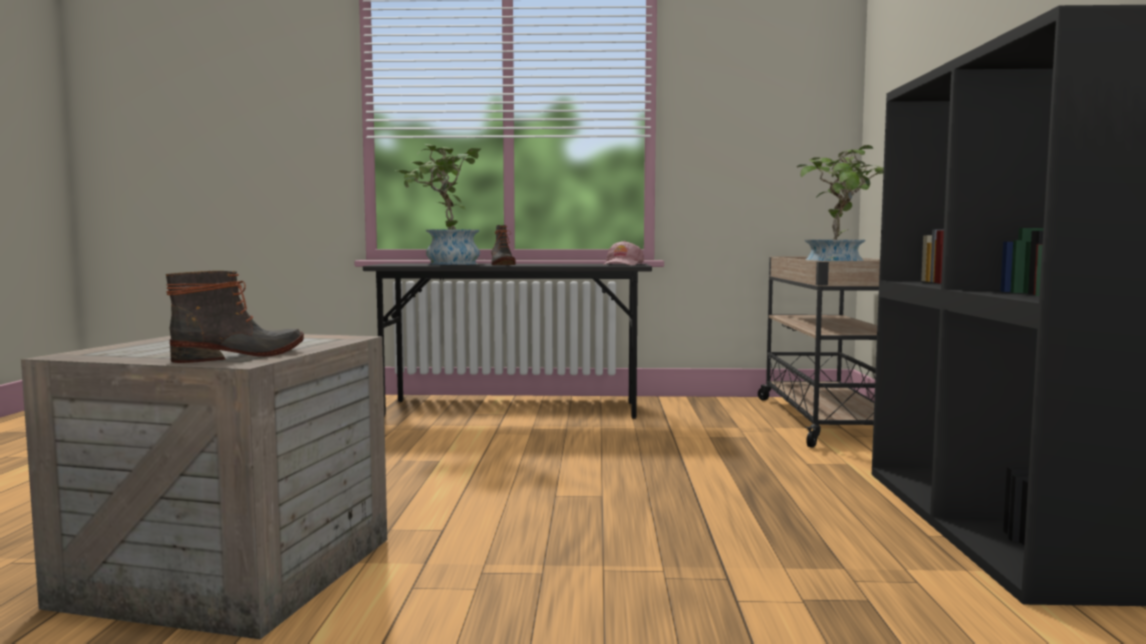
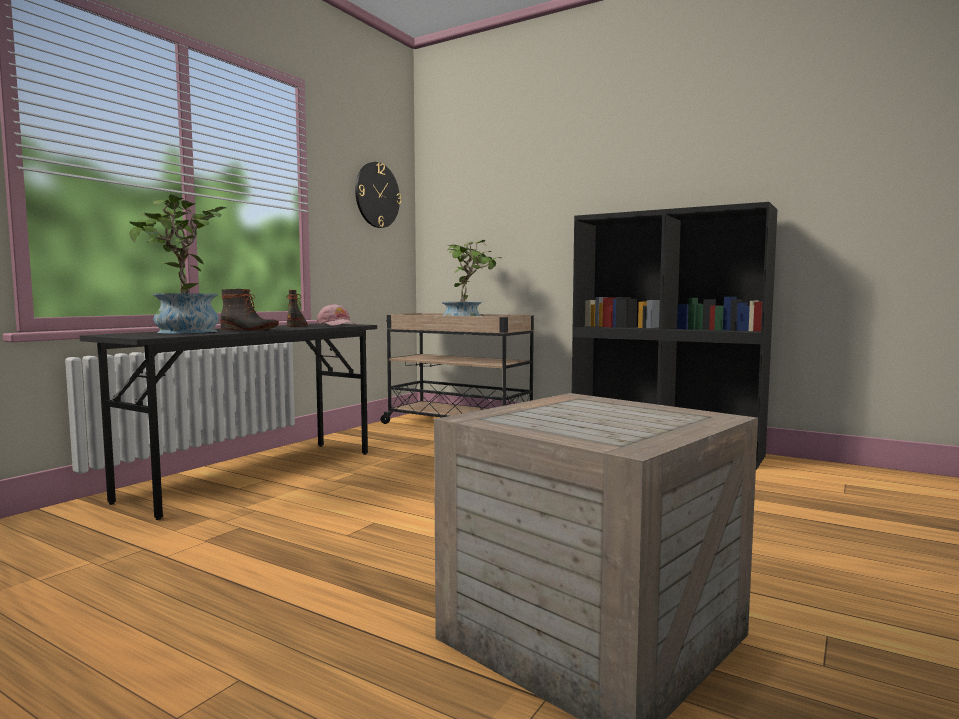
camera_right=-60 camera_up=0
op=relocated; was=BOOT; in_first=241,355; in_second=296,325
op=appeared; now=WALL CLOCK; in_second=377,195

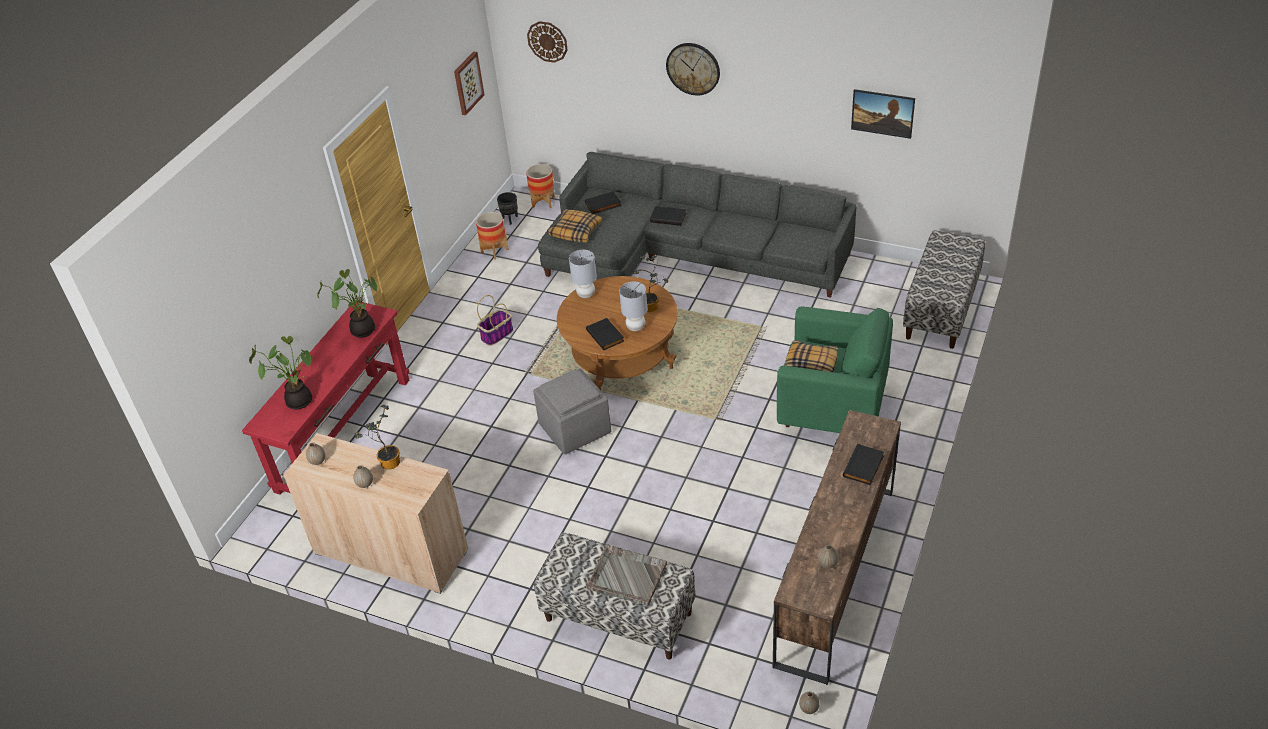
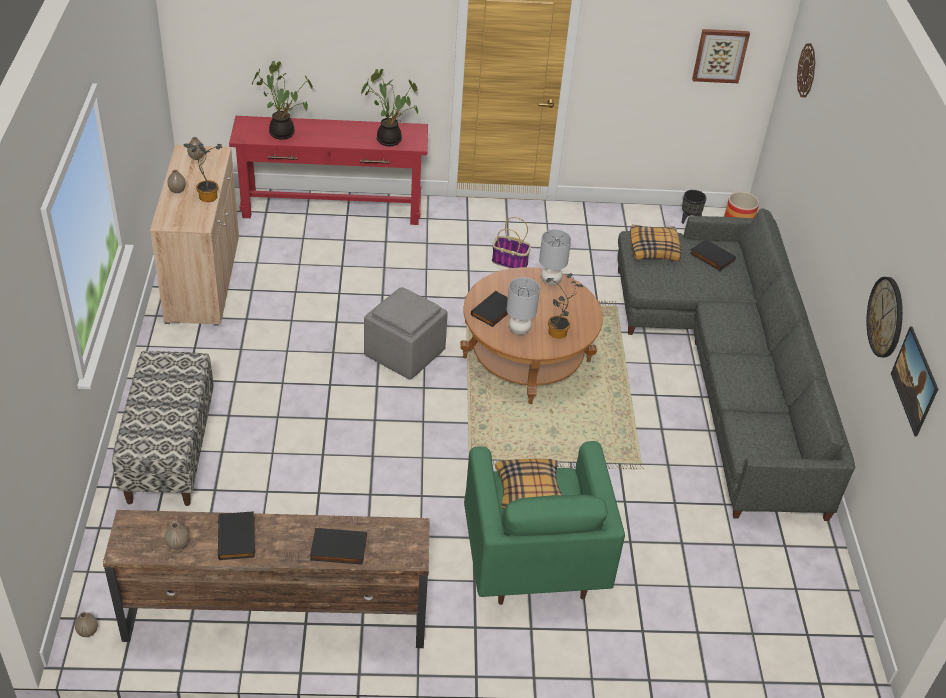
camera_right=60 camera_up=0
op=missing; was=PLANTER; in_first=495,251
op=missing; was=GREY TRAY; in_first=626,576
op=relocated; was=BLACK BOOK; in_first=668,217; in_second=238,538
op=relocated; was=WALL CLOCK; in_first=693,68; in_second=886,317
op=missing; was=BENCH; in_first=941,310

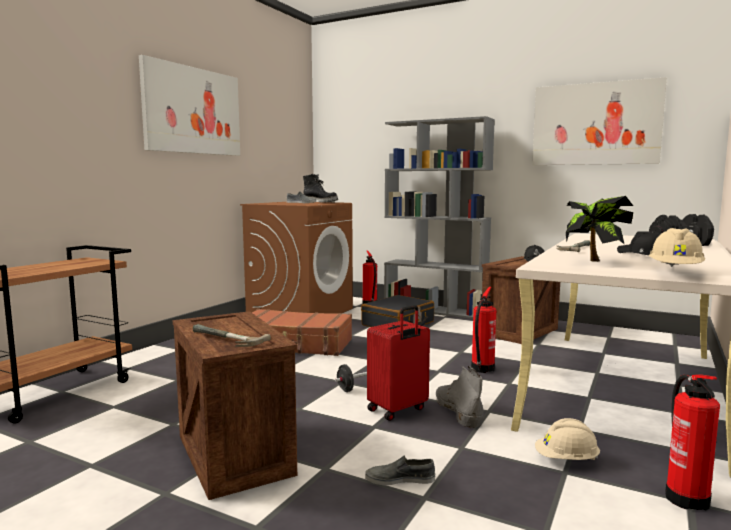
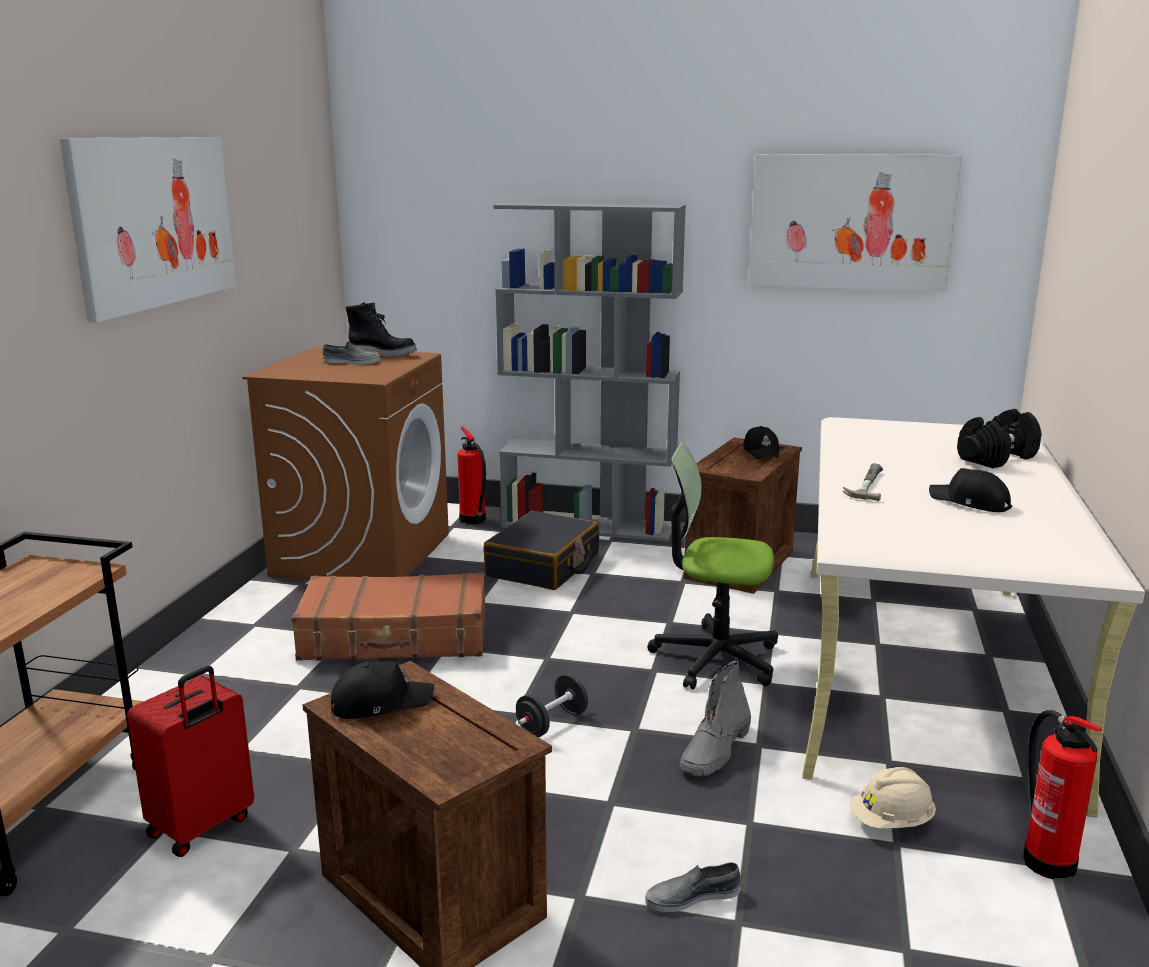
camera_right=-15 camera_up=10
op=missing; was=HAMMER; in_first=223,339
op=relocated; was=RED SUITCASE; in_first=398,410; in_second=202,827
op=spun; was=GREY BOOT; in_first=457,410; in_second=715,751; clockwise=-120
op=exchanged; was=FIRE EXTINGUISHER; now=OFFICE CHAIR; in_first=481,369; in_second=715,658
op=missing; was=POTTED PLANT; in_first=592,262
op=missing; was=BEIGE HARD HAT; in_first=675,271
op=appeared; now=BLACK CAP; in_second=380,702

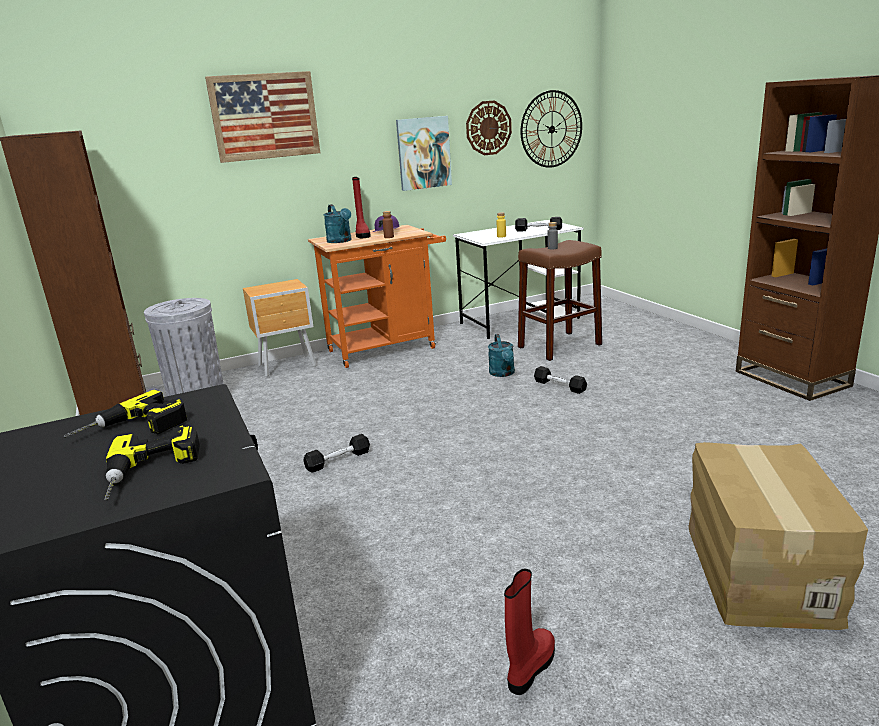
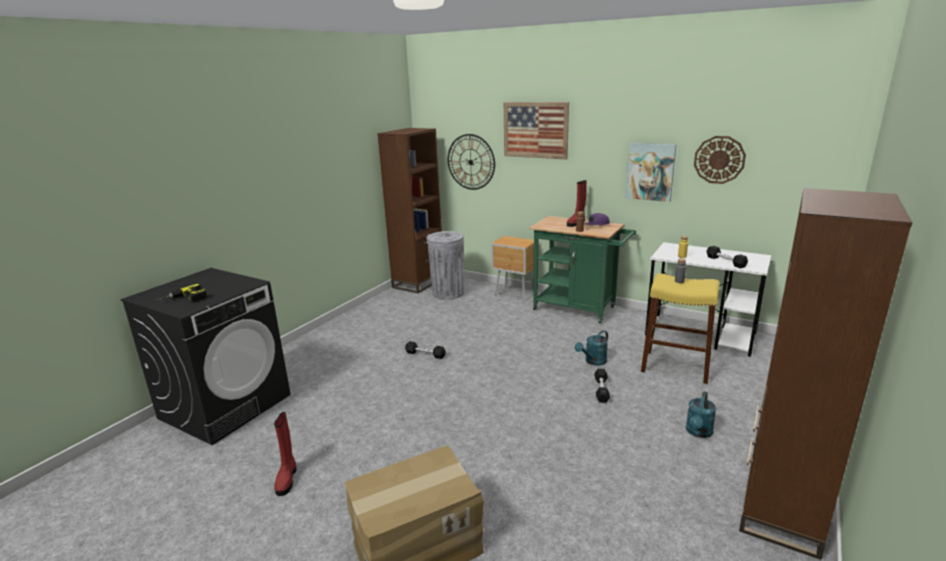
camera_right=55 camera_up=0
op=missing; was=POWER DRILL; in_first=132,429
op=colour; was=ORANGE CART; now=GREEN CART; in_first=388,348; in_second=579,309
op=relocated; was=TURQUOISE WATERING CAN; in_first=341,241; in_second=698,432
op=spun; was=RED BOOT; in_first=530,667; in_second=287,479; clockwise=90
op=colour; was=BROWN STOOL; now=YELLOW STOOL; in_first=559,346; in_second=675,366
op=relocated; was=WALL CLOCK; in_first=551,129; in_second=470,162

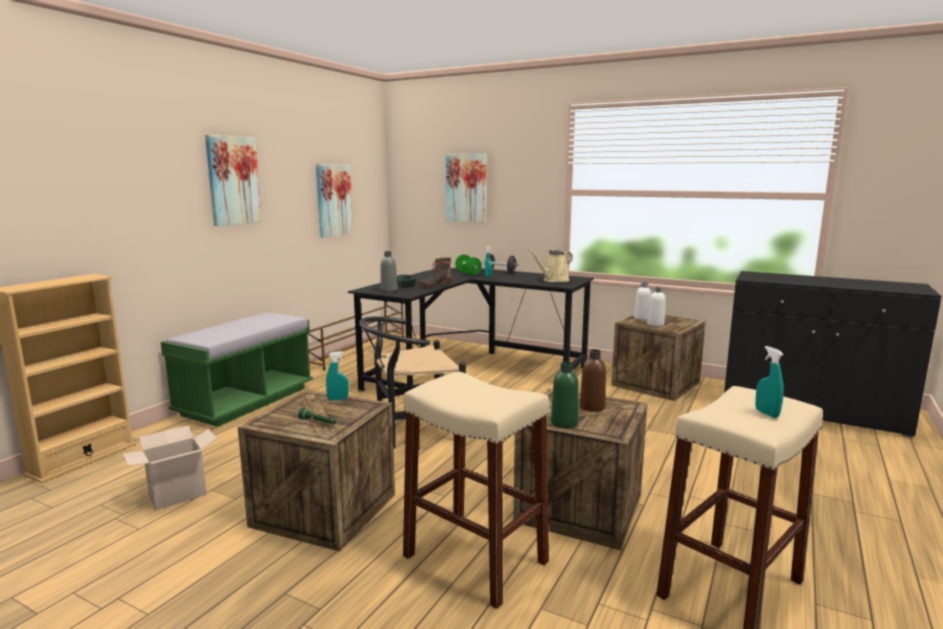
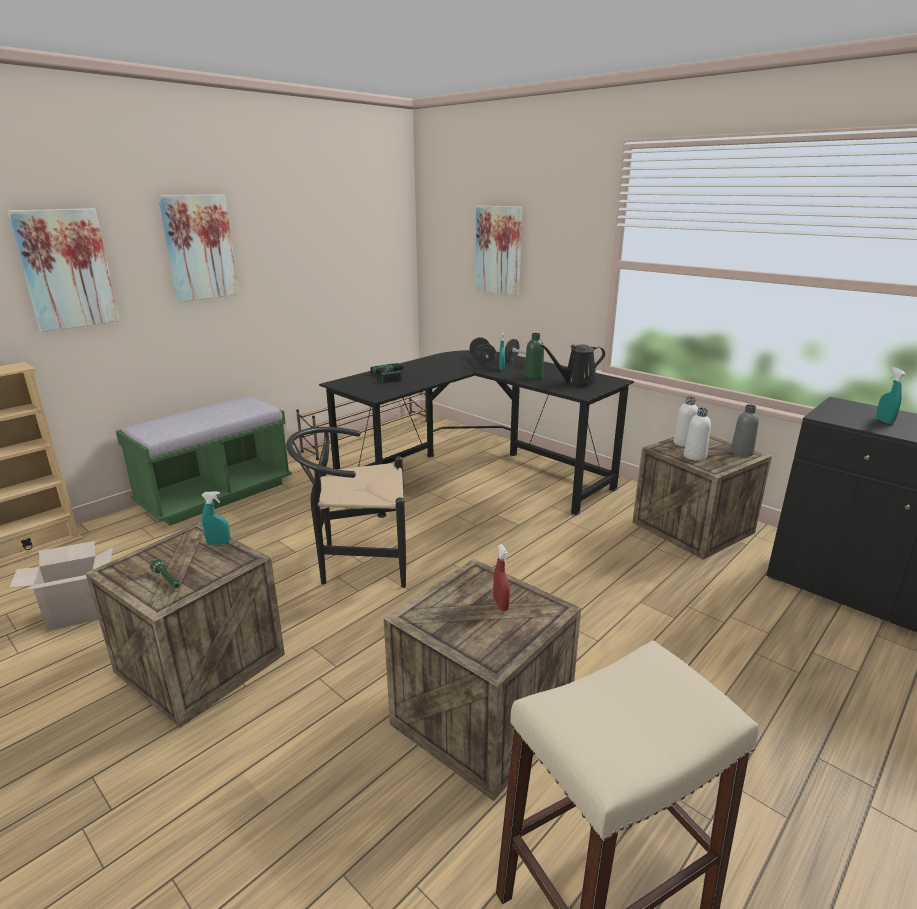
camera_right=15 camera_up=10
op=relocated; was=PICTURE; in_first=333,200; in_second=66,269
op=relocated; was=GREY BOTTLE; in_first=389,290; in_second=741,452
op=missing; was=BEIGE STOOL; in_first=475,559
op=missing; was=BOOT; in_first=434,284
op=colour; was=GREEN DUMBBELL; now=BLACK DUMBBELL; in_first=468,273; in_second=482,361
op=colour; was=BEIGE WATERING CAN; now=BLACK WATERING CAN; in_first=554,280; in_second=576,383
op=relocated; was=GREEN BOTTLE; in_first=564,423; in_second=533,377
op=exchanged; was=BROWN BOTTLE; now=RED SPRAY BOTTLE; in_first=592,407; in_second=500,604
op=relocated; was=TURQUOISE SPRAY BOTTLE; in_first=766,413; in_second=884,421

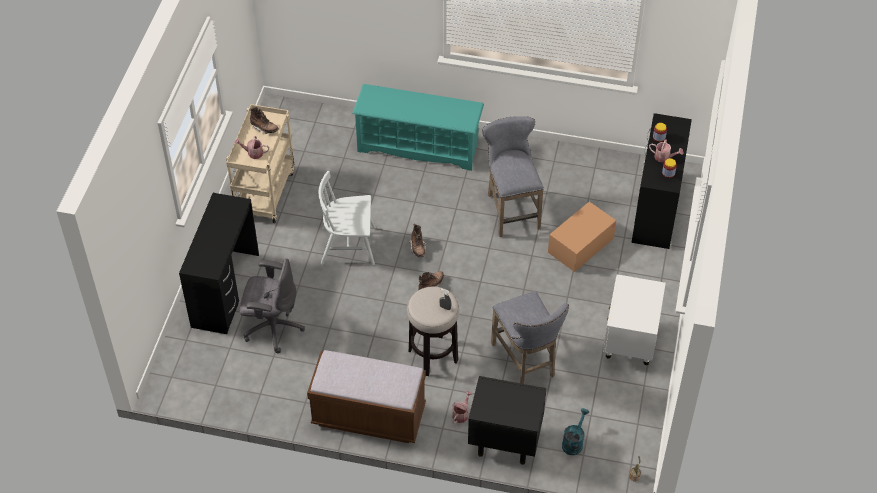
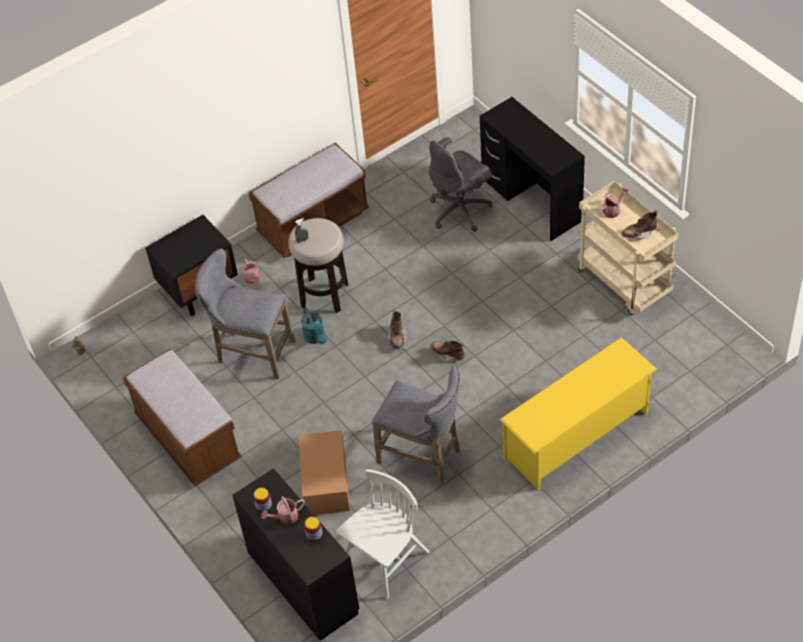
camera_right=135 camera_up=0
op=relocated; was=WHITE CHAIR; in_first=349,245; in_second=384,559
op=colour; was=TURQUOISE SHOE RACK; now=YELLOW SHOE RACK; in_first=419,146; in_second=577,435
op=relocated; was=TURQUOISE WATERING CAN; in_first=573,442; in_second=316,338
op=exchanged; was=WHITE NIGHTSTAND; now=BROWN BENCH; in_first=629,344; in_second=188,439

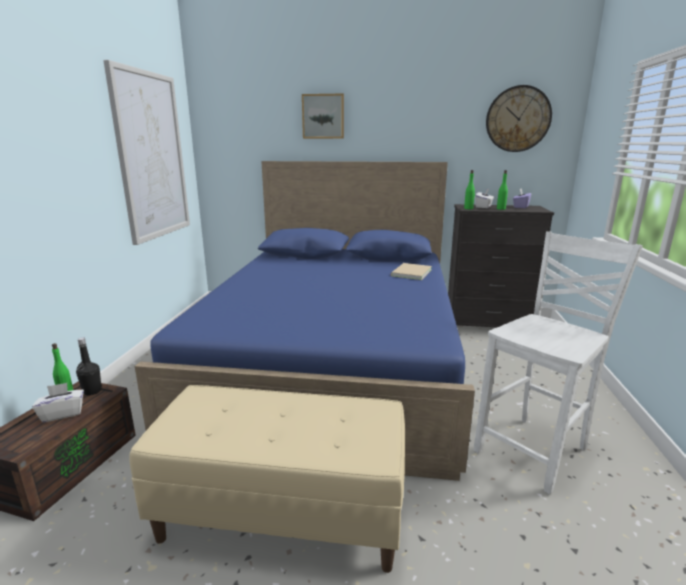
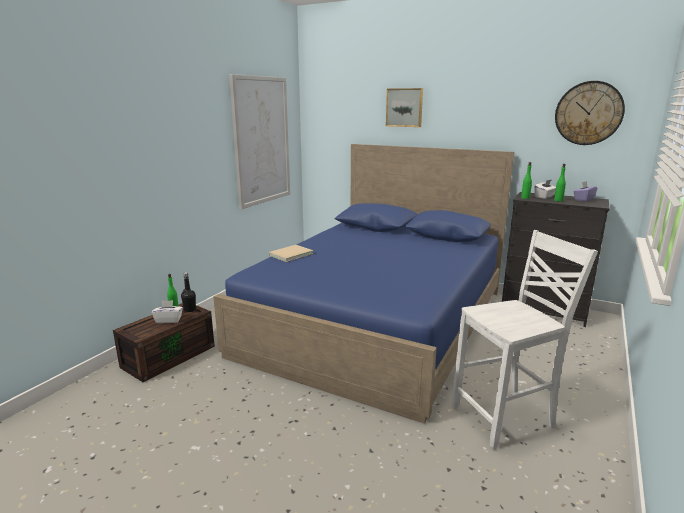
camera_right=20 camera_up=0
op=missing; was=BEIGE BENCH; in_first=284,514
op=relocated; was=BEIGE BOOK; in_first=410,273; in_second=289,254

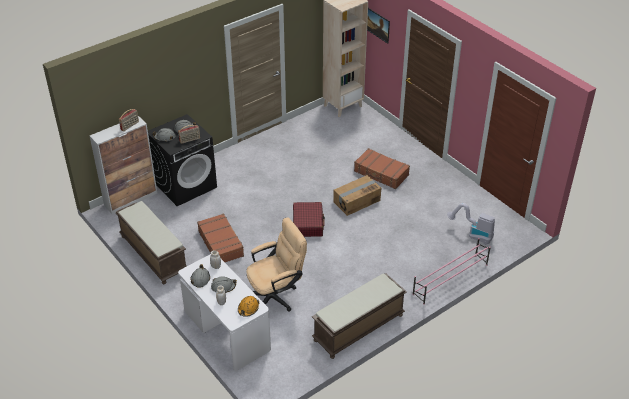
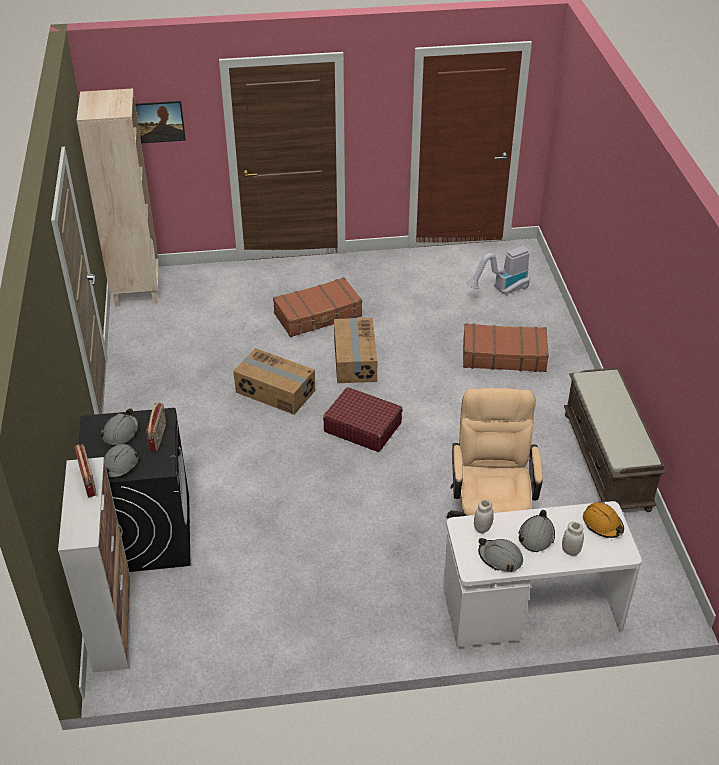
camera_right=-60 camera_up=0
op=missing; was=BROWN BENCH; in_first=153,254
op=relocated; was=BROWN SUITCASE; in_first=221,243; in_second=503,355
op=missing; was=PINK SHOE RACK; in_first=450,279
op=appeared; now=CARDBOARD BOX; in_second=275,392

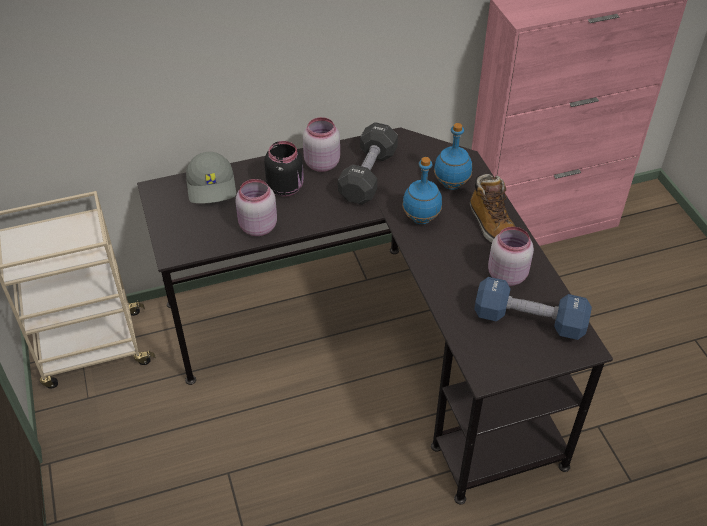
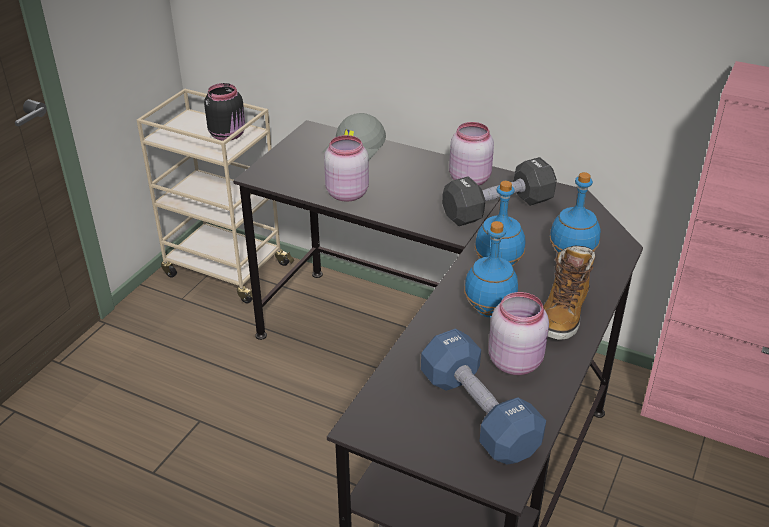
camera_right=45 camera_up=-10
op=relocated; was=BLACK JAR; in_first=286,187; in_second=228,135
op=appeared; now=BLUE BOTTLE; in_second=489,311

